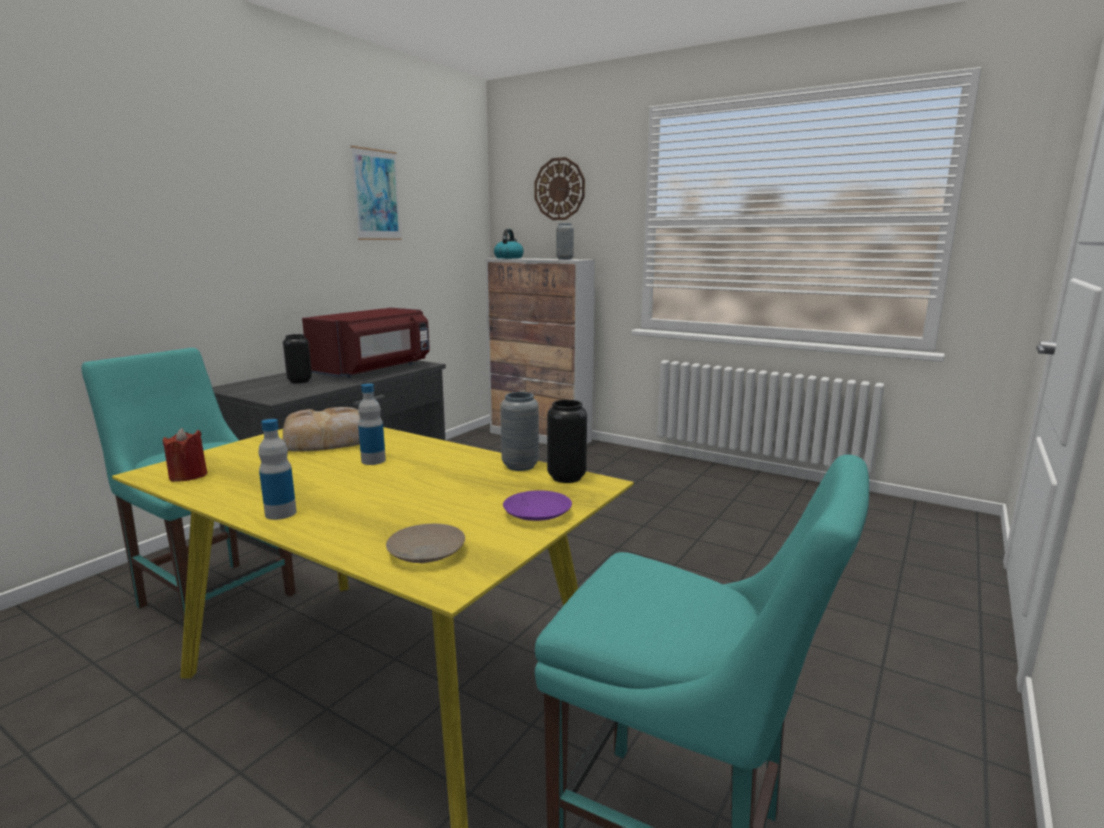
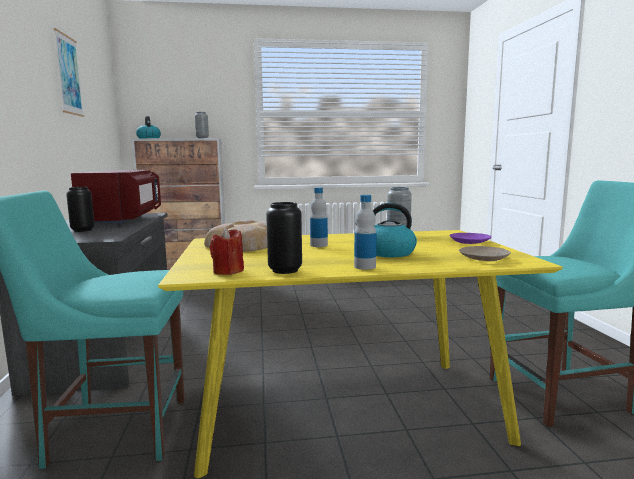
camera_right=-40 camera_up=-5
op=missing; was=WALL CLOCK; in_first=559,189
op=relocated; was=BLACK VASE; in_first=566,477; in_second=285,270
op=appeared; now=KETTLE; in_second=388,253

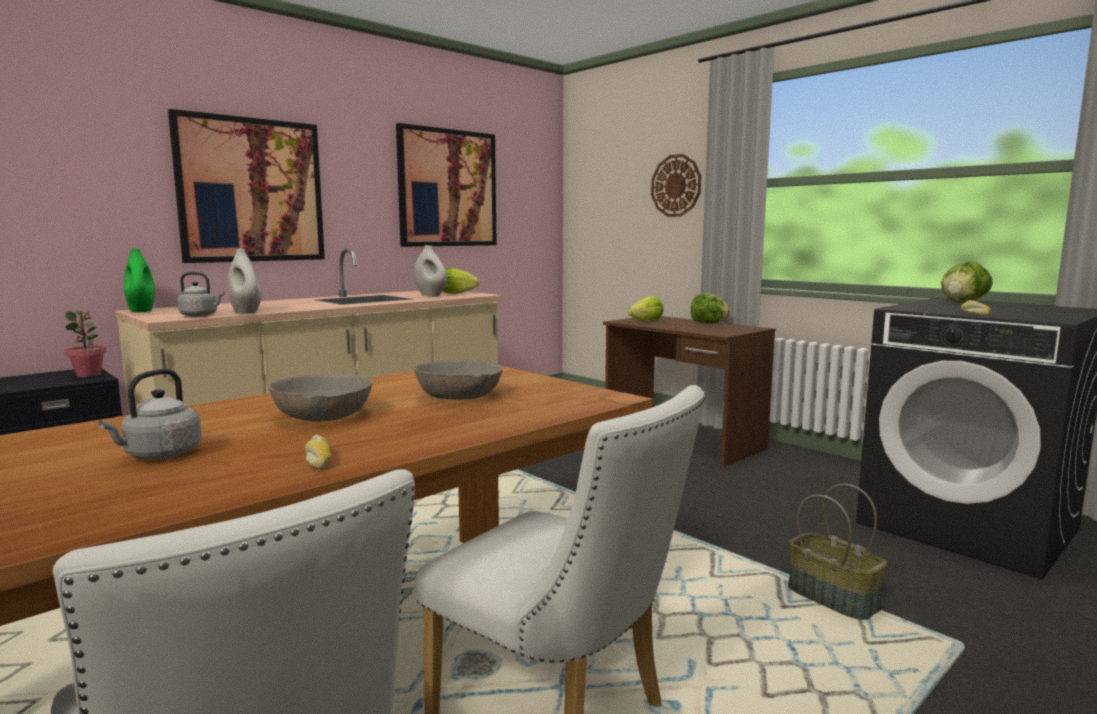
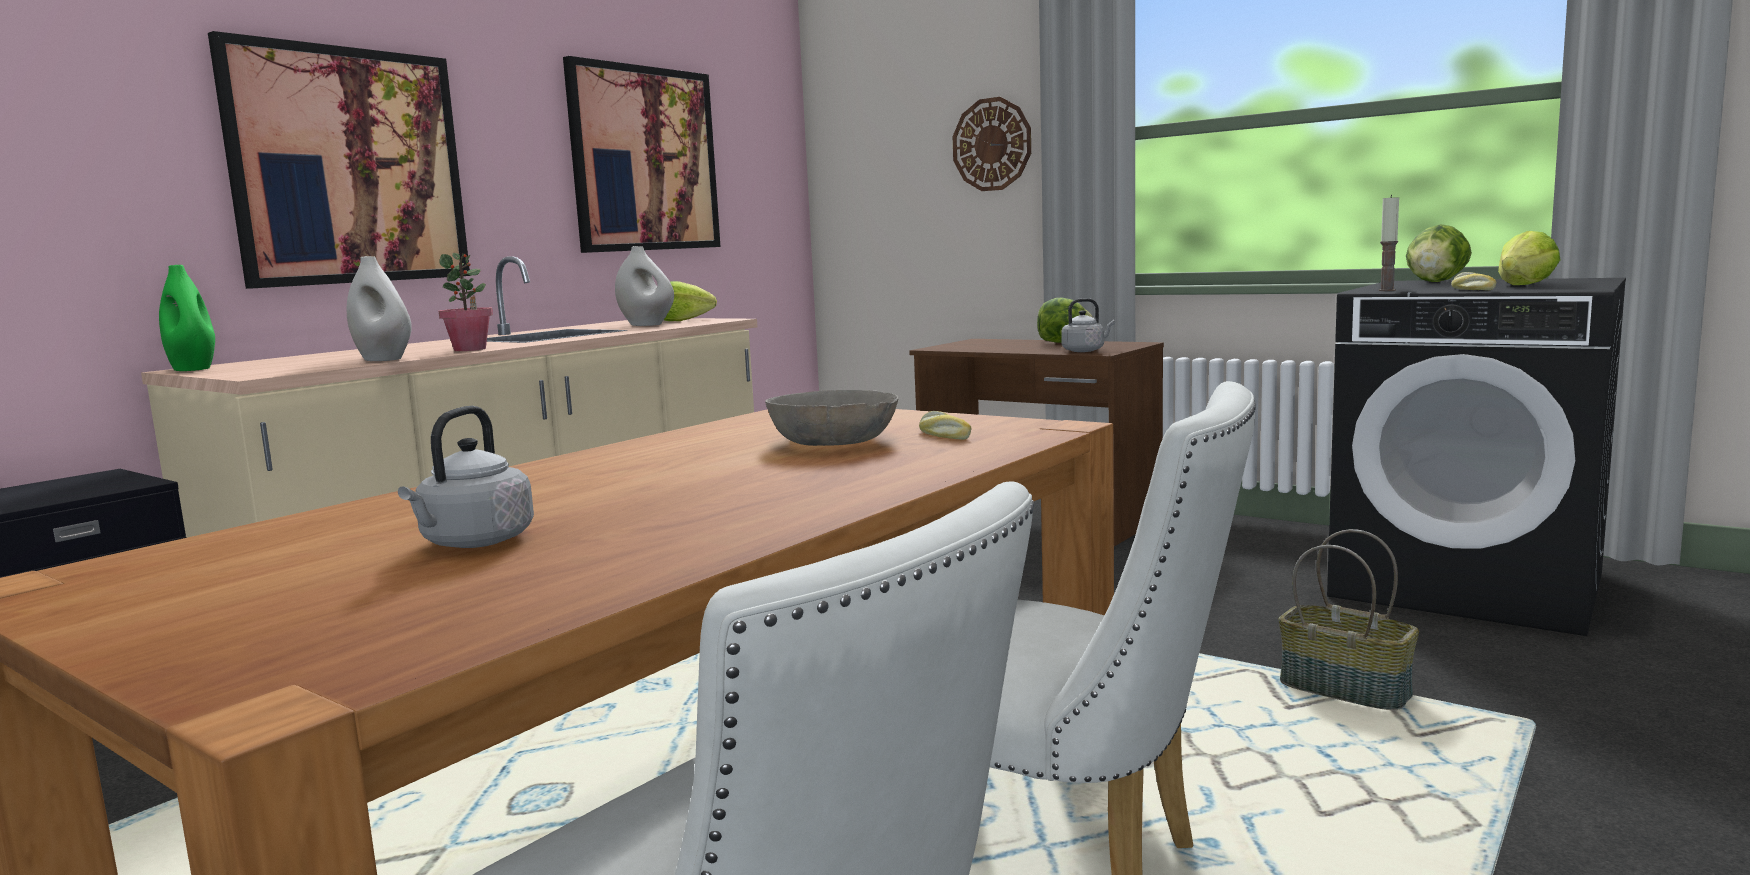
camera_right=-10 camera_up=0
op=relocated; was=POTTED PLANT; in_first=89,375; in_second=470,349
op=relocated; was=GREY KETTLE; in_first=200,315; in_second=1085,350
op=missing; was=GREY BOWL; in_first=324,415
op=relocated; was=BREAD; in_first=317,460; in_second=942,435
op=relocated; was=LETTUCE; in_first=646,321; in_second=1523,285
op=appeared; now=CANDLE; in_second=1387,290

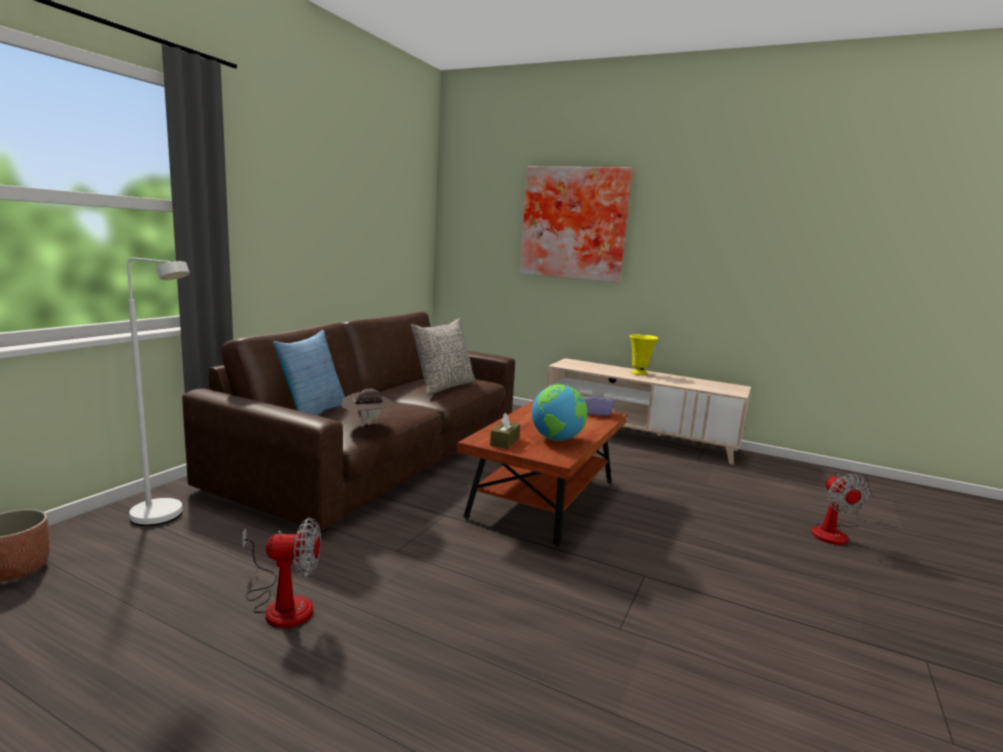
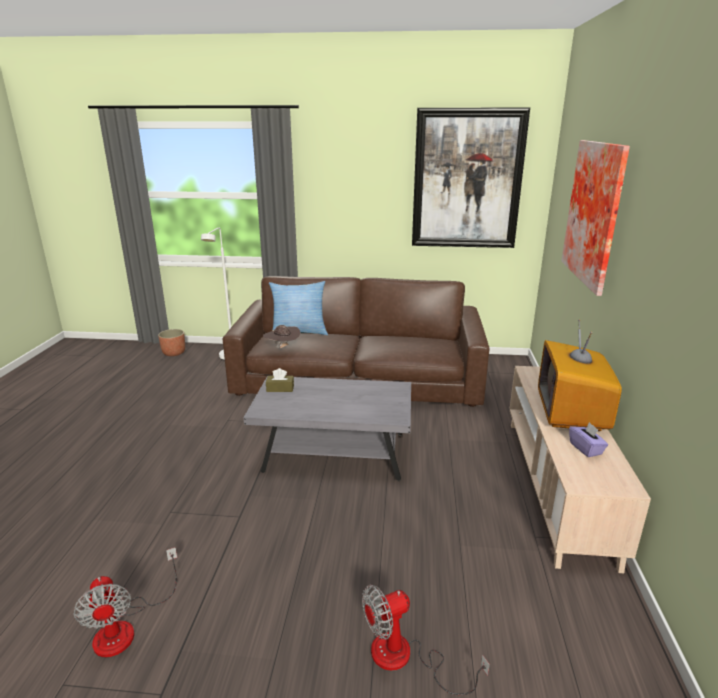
camera_right=70 camera_up=10
op=relocated; was=FAN; in_first=282,604; in_second=126,627
op=missing; was=GREY PILLOW; in_first=444,386
op=colour; was=BROWN COFFEE TABLE; now=GREY COFFEE TABLE; in_first=544,500; in_second=334,454
op=missing; was=GLOBE; in_first=557,439
op=relocated; was=PURPLE TISSUE BOX; in_first=596,413; in_second=586,449
op=exchanged; was=YELLOW VASE; now=TELEVISION; in_first=639,373; in_second=571,413
op=appeared; now=PICTURE; in_second=467,180

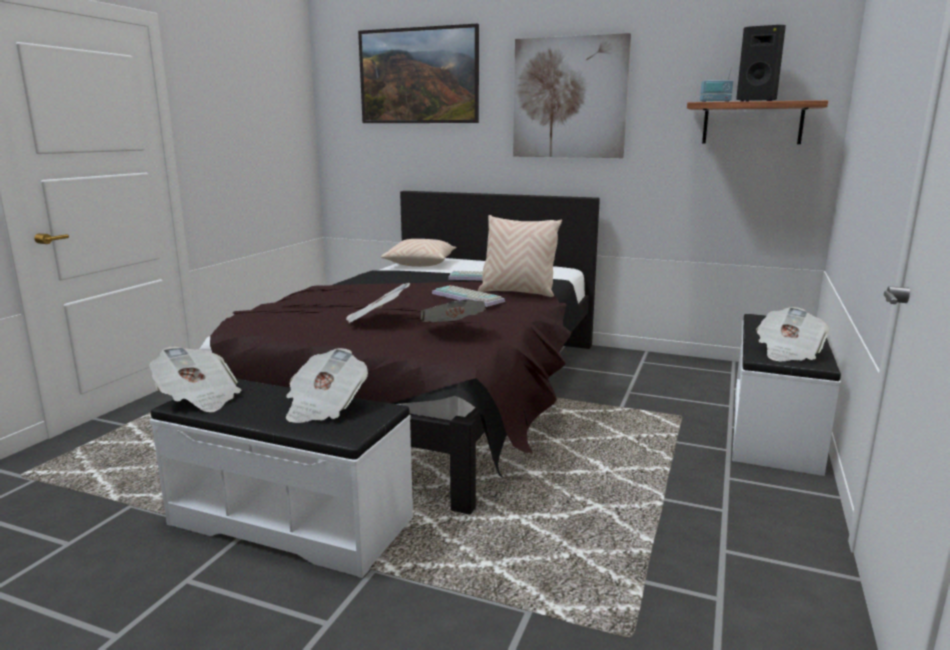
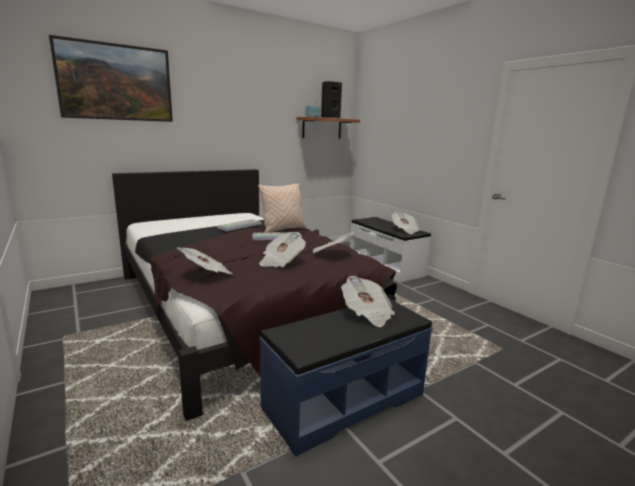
camera_right=-55 camera_up=0
op=relocated; was=NEWSPAPER; in_first=199,399; in_second=206,274
op=colour; was=WHITE BENCH; now=BLUE BENCH; in_first=291,521; in_second=343,400
op=missing; was=BEIGE PILLOW; in_first=420,263
op=missing; was=PICTURE; in_first=569,98

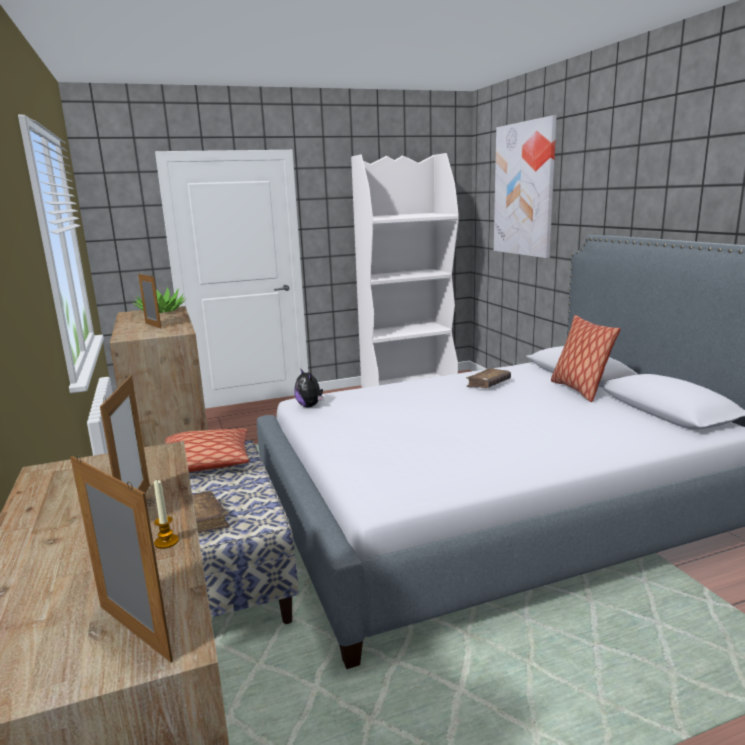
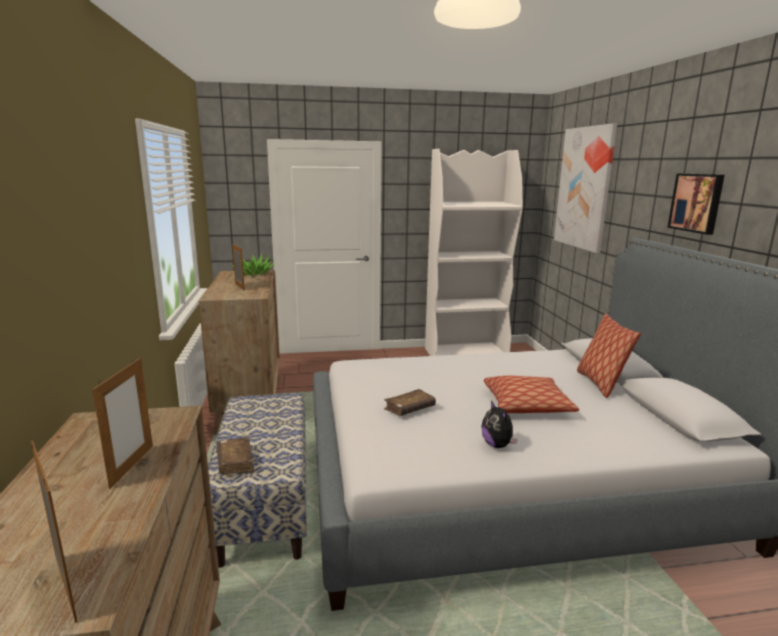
camera_right=10 camera_up=0
op=missing; was=CANDLE; in_first=166,542
op=relocated; was=PILLOW; in_first=207,462; in_second=526,405
op=relocated; was=PLUSH TOY; in_first=310,406; in_second=497,445
op=relocated; was=BROWN BOOK; in_first=488,384; in_second=409,409
op=appeared; now=PICTURE; in_second=697,202

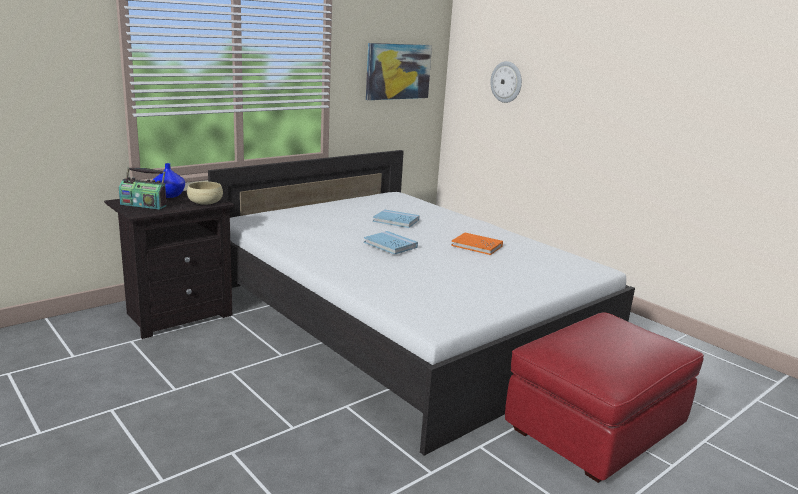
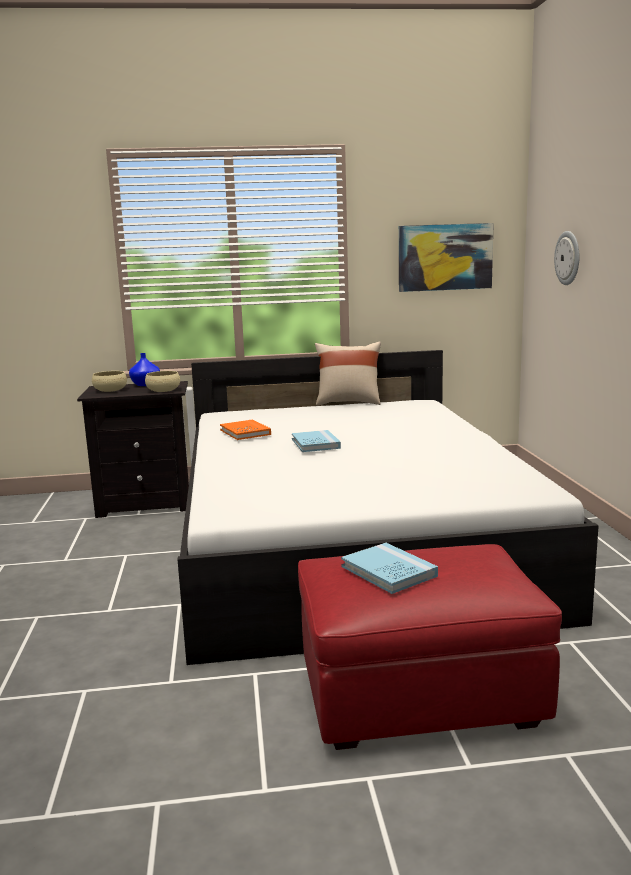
camera_right=35 camera_up=-5
op=exchanged; was=RADIO; now=BEIGE BOWL; in_first=144,205; in_second=110,390
op=relocated; was=BLUE BOOK; in_first=396,220; in_second=388,571
op=relocated; was=ORANGE BOOK; in_first=477,246; in_second=245,432
op=appeared; now=BEIGE PILLOW; in_second=348,403

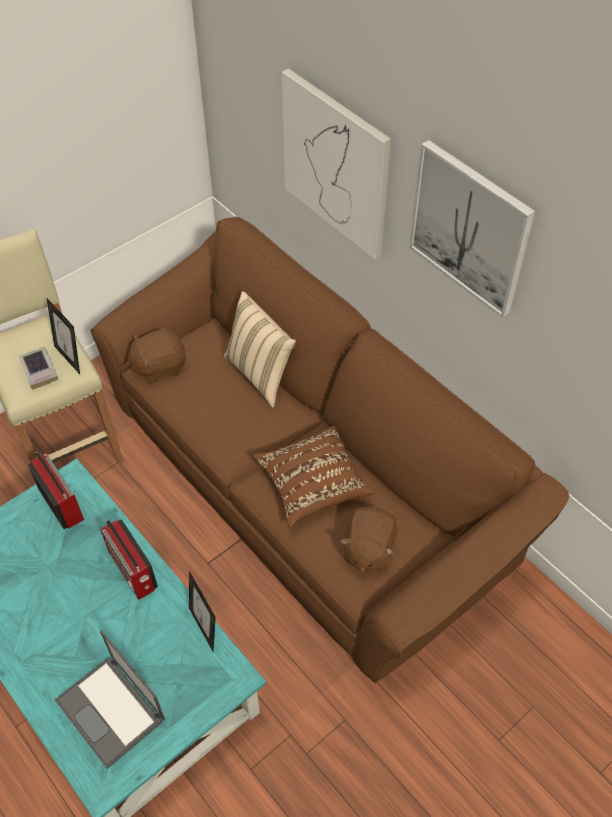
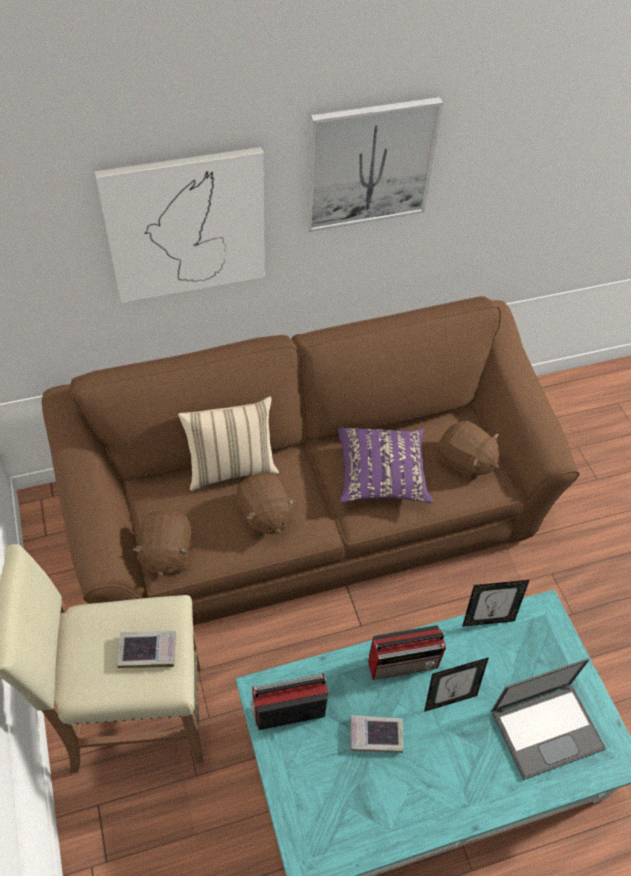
camera_right=-70 camera_up=0
op=relocated; was=PICTURE FRAME; in_first=70,358; in_second=448,699
op=colour; was=BROWN PILLOW; now=PURPLE PILLOW; in_first=312,484; in_second=381,475
op=appeared; now=BROWN PLUSH TOY; in_second=264,515
op=appeared; now=BOOK; in_second=375,736

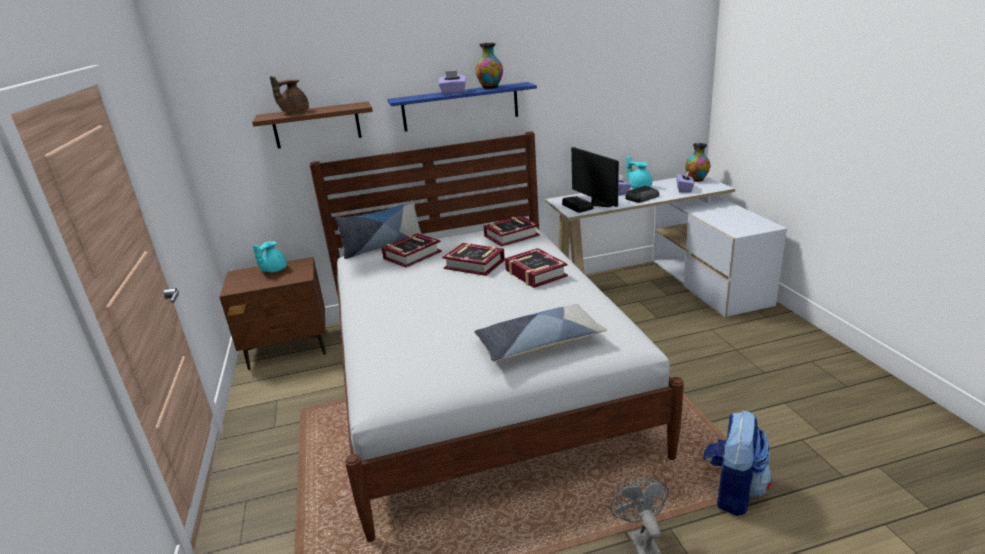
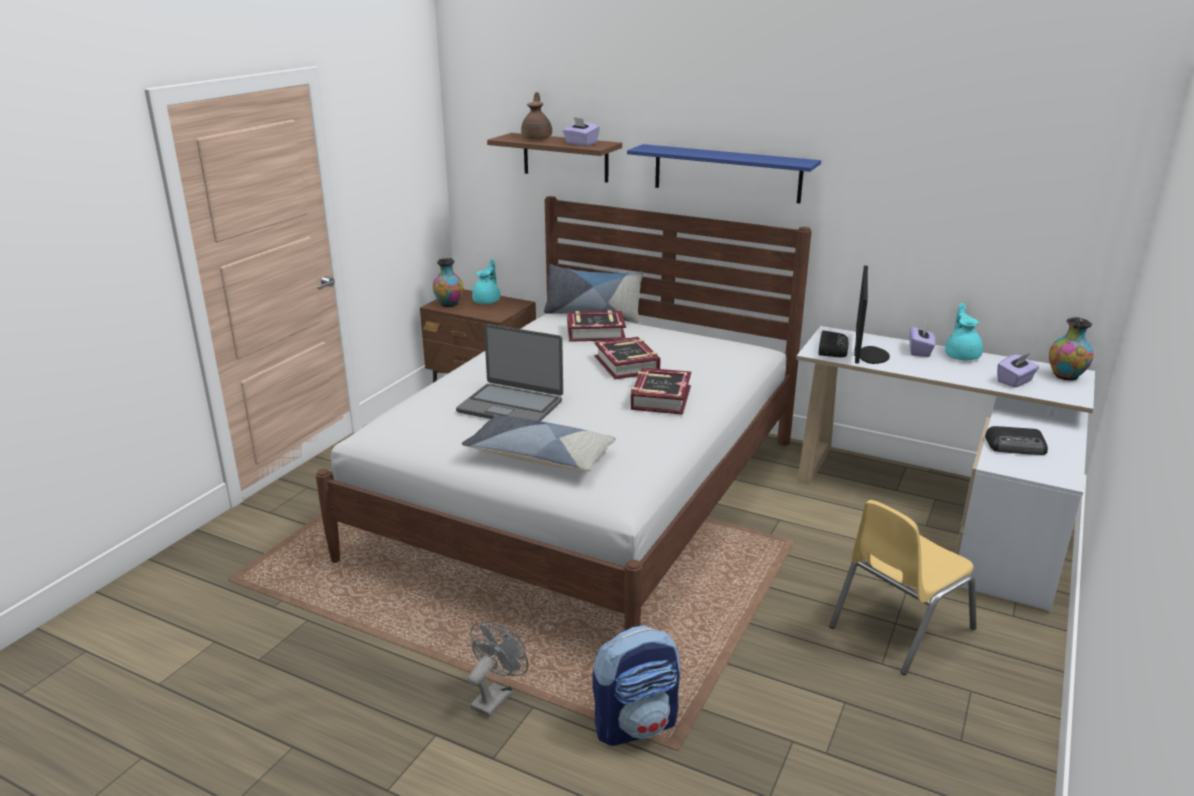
camera_right=40 camera_up=0
op=spun; was=TURQUOISE TEAPOT; in_first=273,270; in_second=487,301; clockwise=135
op=spun; was=BROWN TEAPOT; in_first=294,112; in_second=537,138; clockwise=105
op=relocated; was=PURPLE TISSUE BOX; in_first=453,92; in_second=580,144
op=relocated; was=VASE; in_first=490,87; in_second=449,304
op=missing; was=BOOK; in_first=511,236
op=relocated; was=RADIO; in_first=642,197; in_second=1016,446
op=appeared; now=LAPTOP; in_second=511,406
op=appeared; now=YELLOW CHAIR; in_second=899,627

